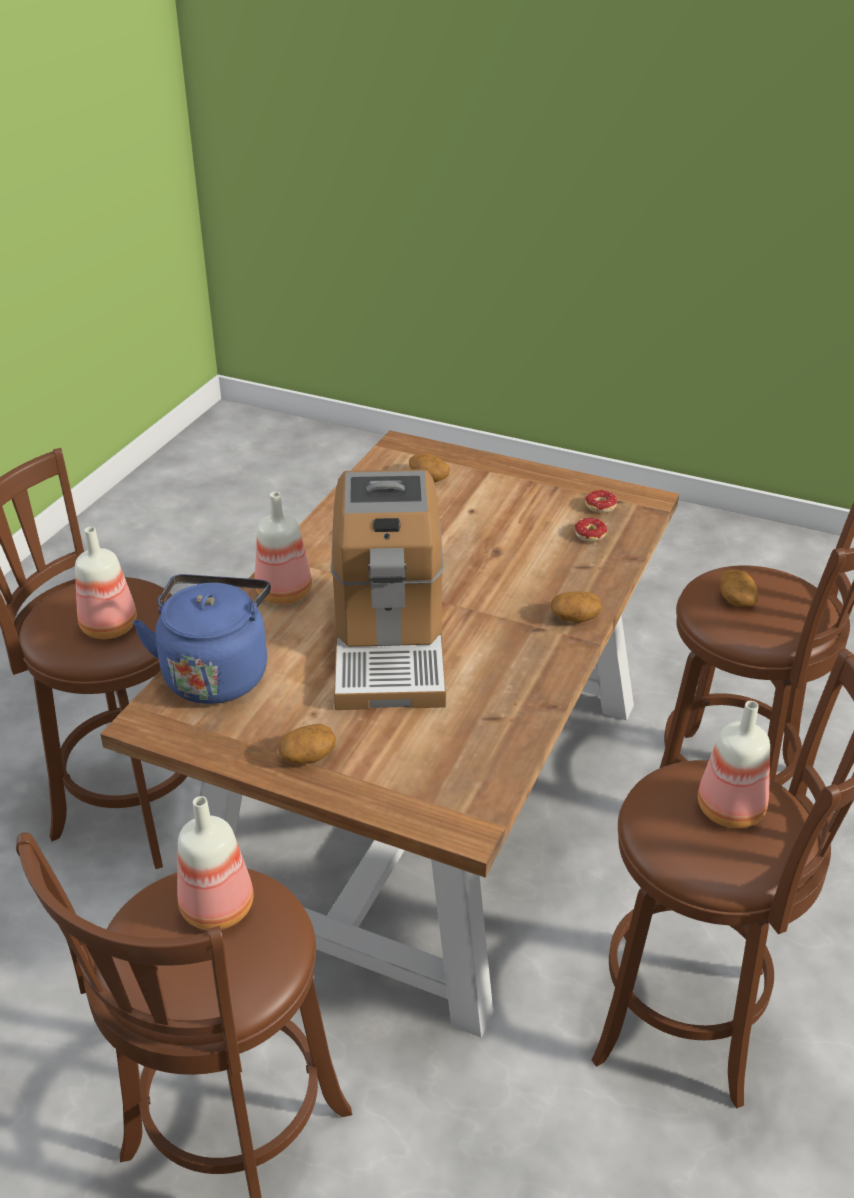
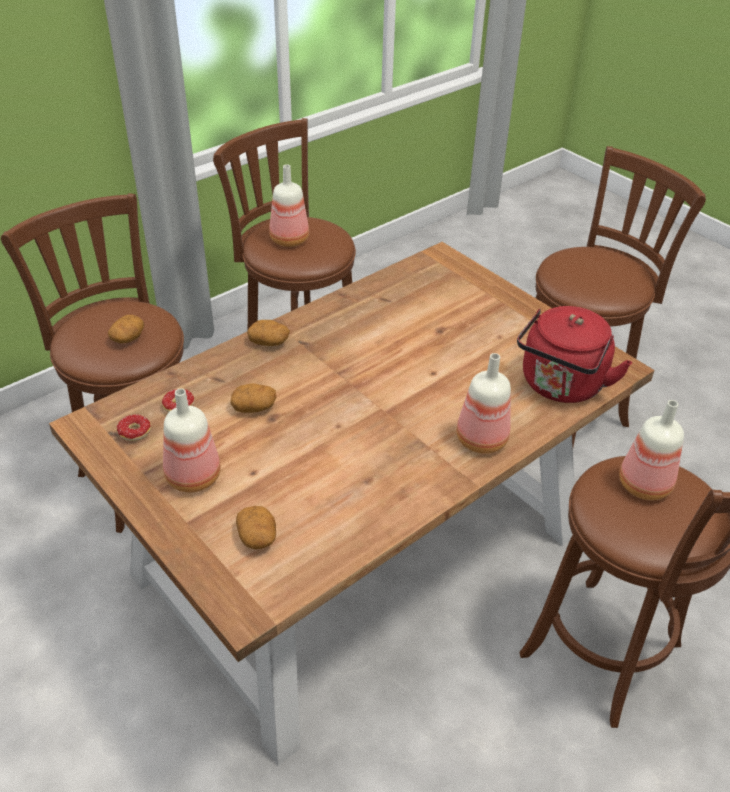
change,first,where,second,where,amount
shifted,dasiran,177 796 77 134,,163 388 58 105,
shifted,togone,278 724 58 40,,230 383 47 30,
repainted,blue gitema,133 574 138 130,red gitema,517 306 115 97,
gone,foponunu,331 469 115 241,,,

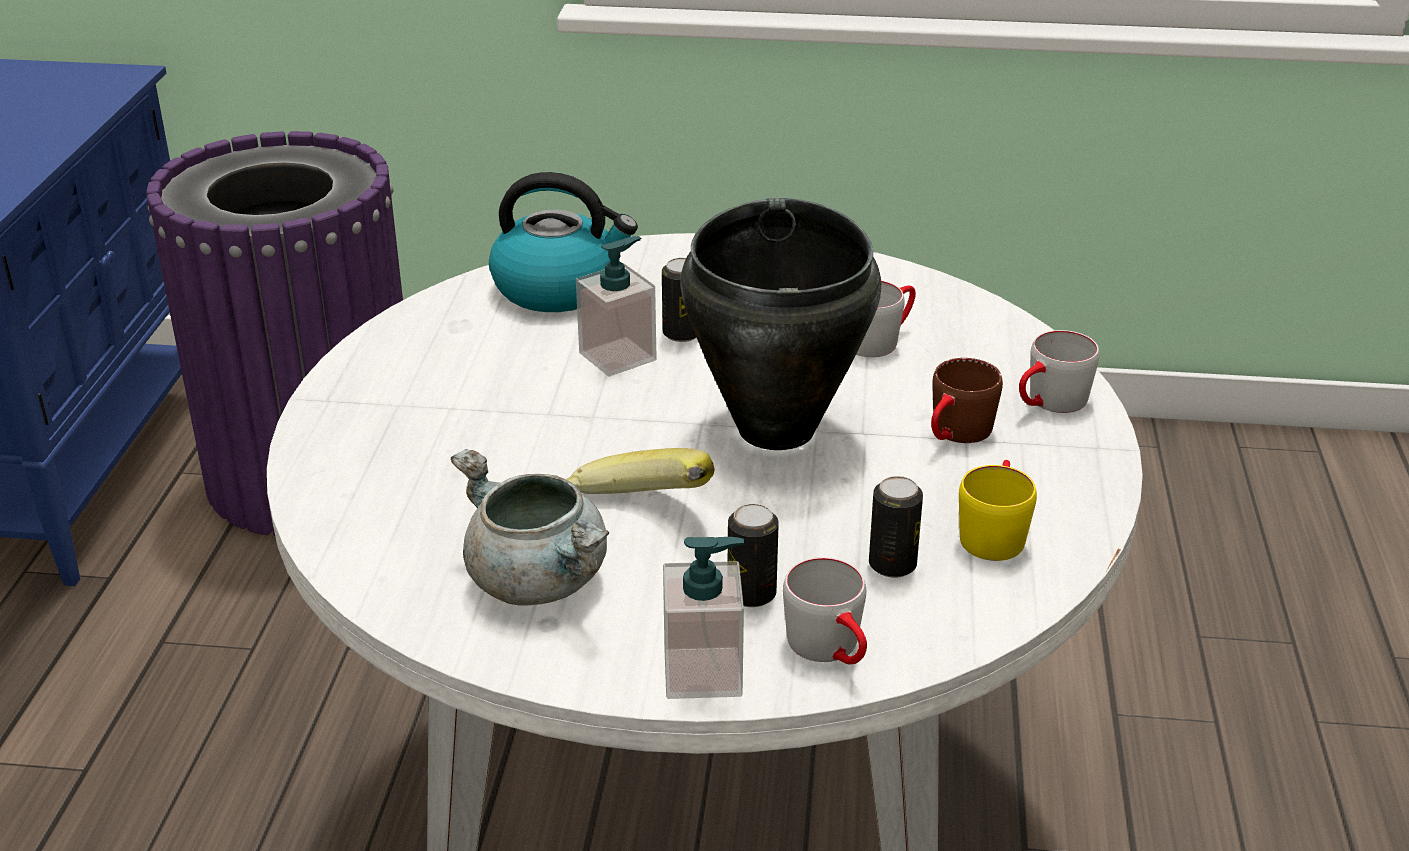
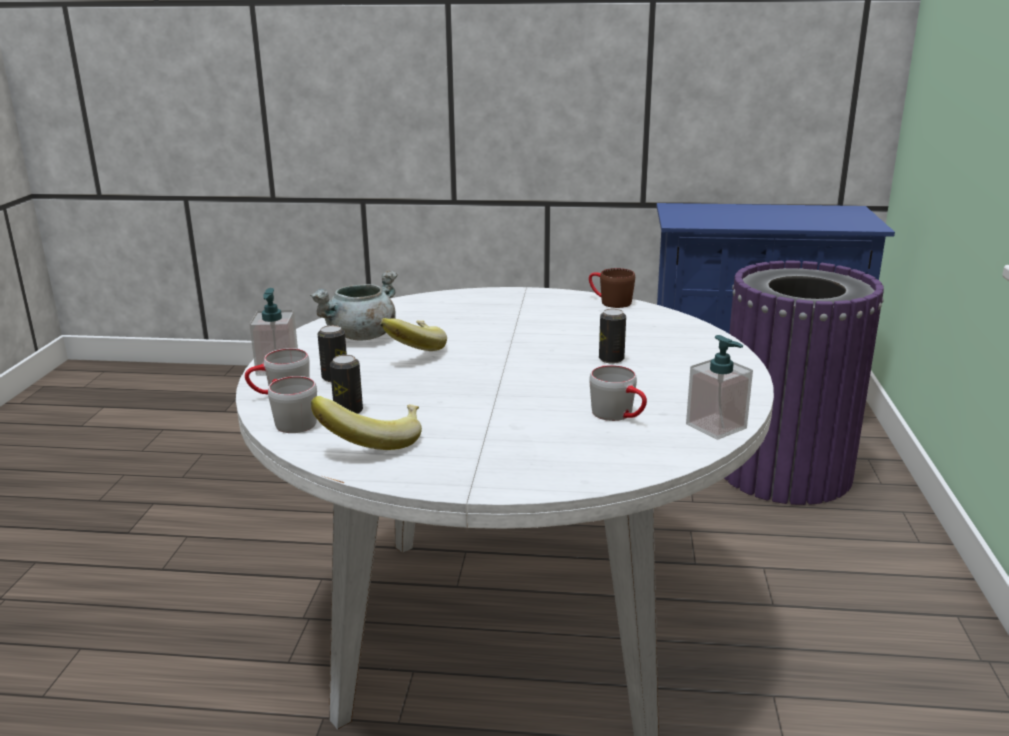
change,first,where,second,where,amount
shifted,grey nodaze,1019 330 80 83,,268 376 49 57,
swapped,yellow nodaze,959 460 78 101,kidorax,311 396 111 54,
shifted,brown nodaze,931 358 72 85,,589 268 46 40,
shifted,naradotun,576 236 81 140,,686 335 67 105,
gone,gitema,489 172 149 140,,,
gone,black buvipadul,680 198 202 252,,,

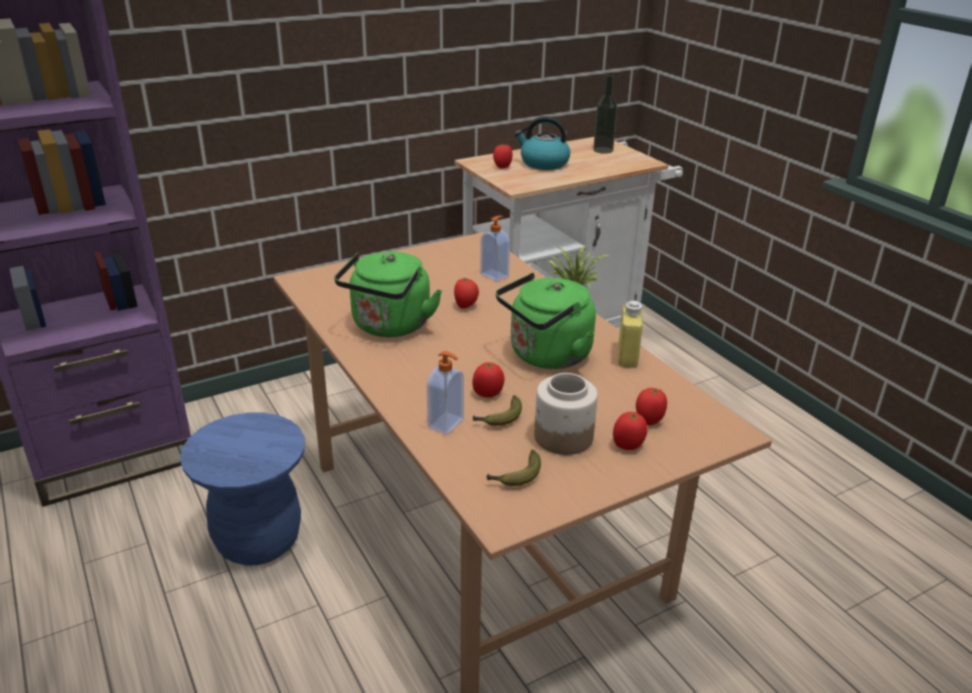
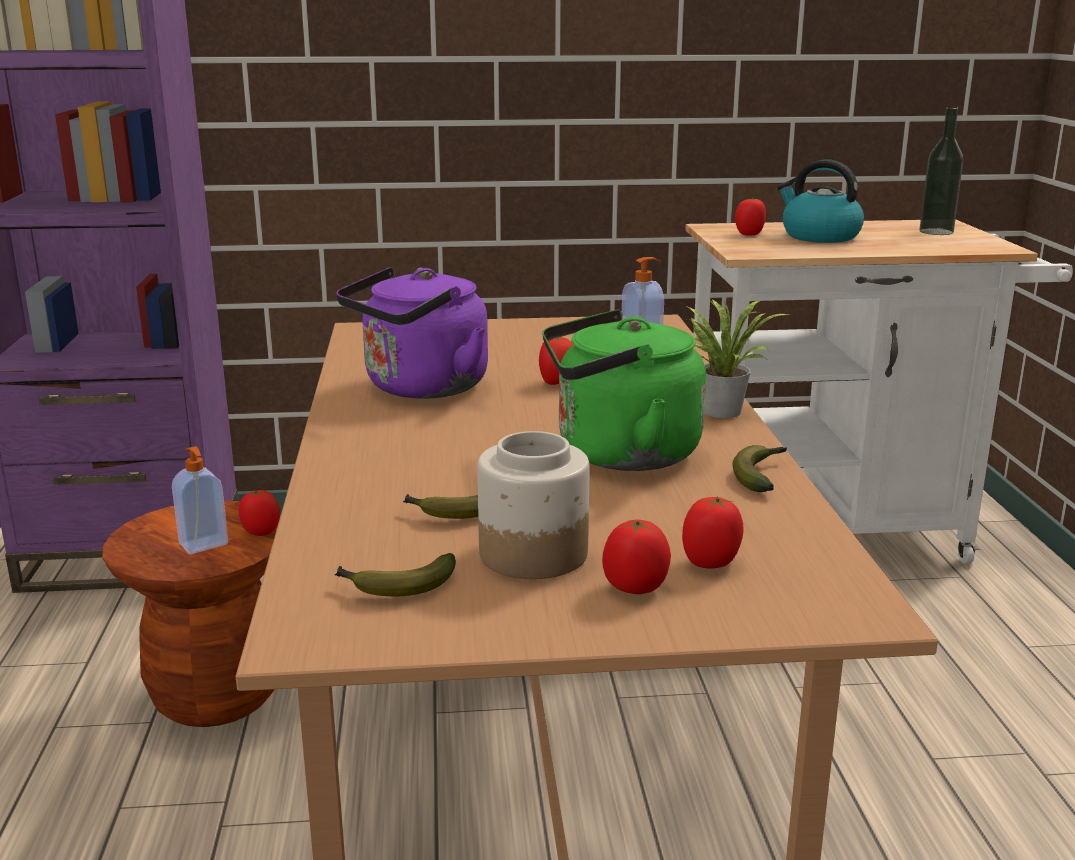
change,first,where,second,where,amount
repainted,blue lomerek,180 413 125 152,brown lomerek,102 501 179 226,
shifted,naradotun,427 351 37 84,,172 446 56 108,
shifted,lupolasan,472 362 33 36,,239 490 41 46,
repainted,green gitema,334 252 108 85,purple gitema,336 267 152 132,
swapped,yellow dasiran,618 301 25 67,kidorax,732 445 55 47,

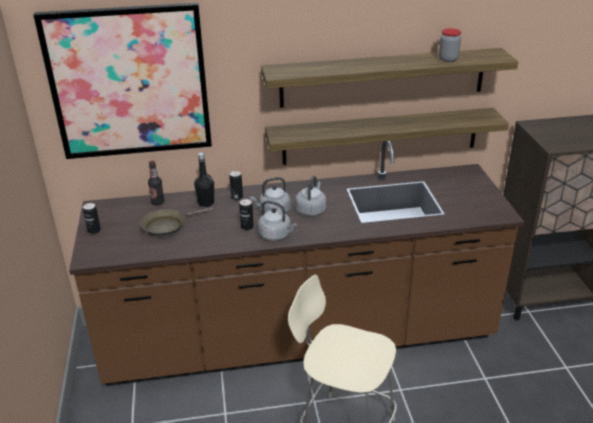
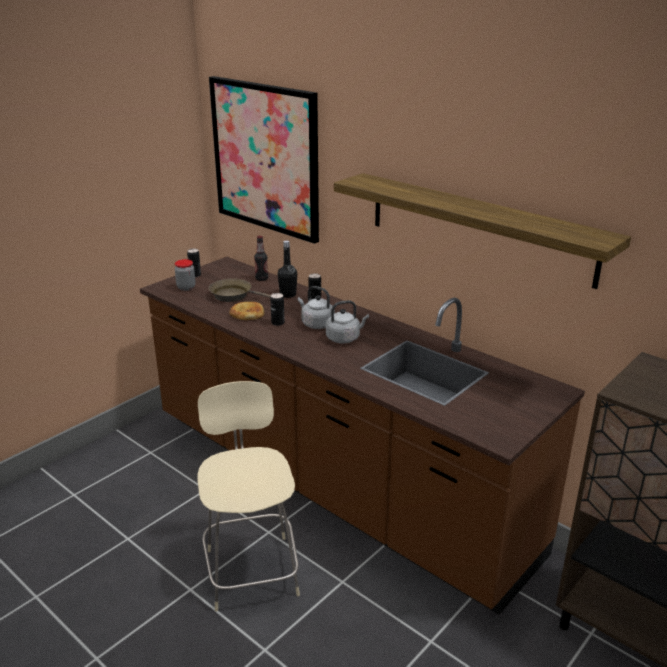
change,first,where,second,where,amount
shifted,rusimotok,439 28 22 34,,175 259 21 32,
new,,,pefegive,229 302 35 18,
gone,grey gitema,258 201 39 40,,,
gone,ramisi,265 108 244 57,,,

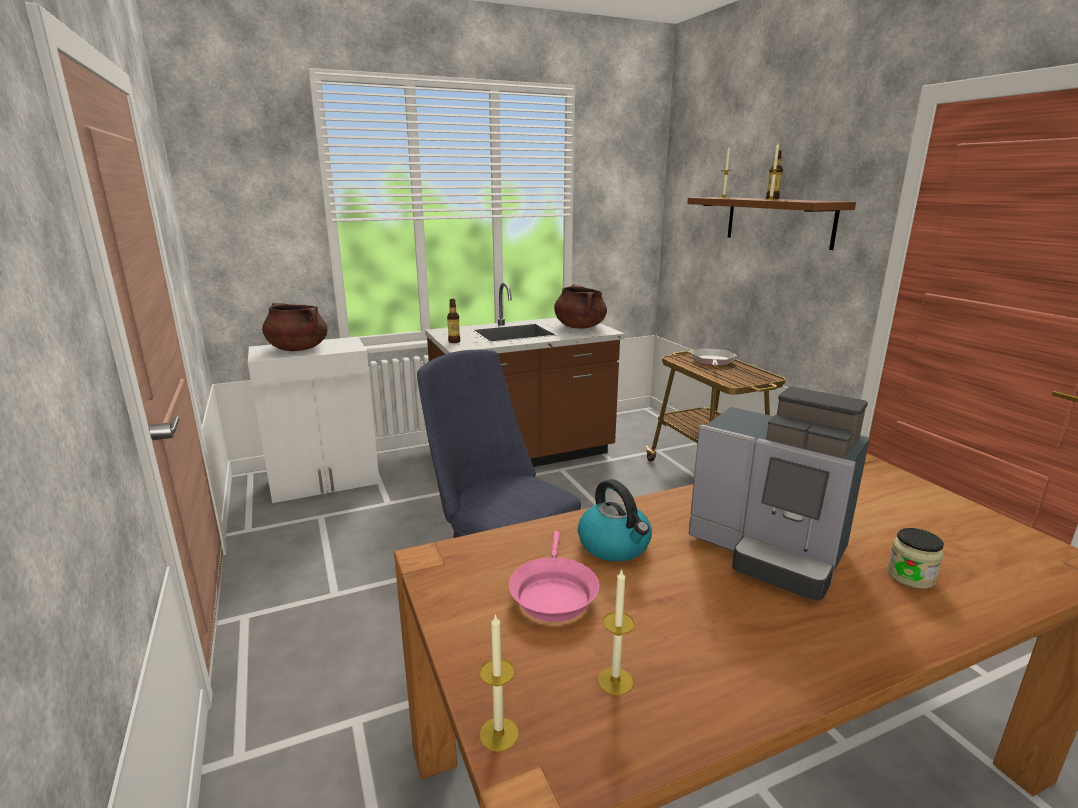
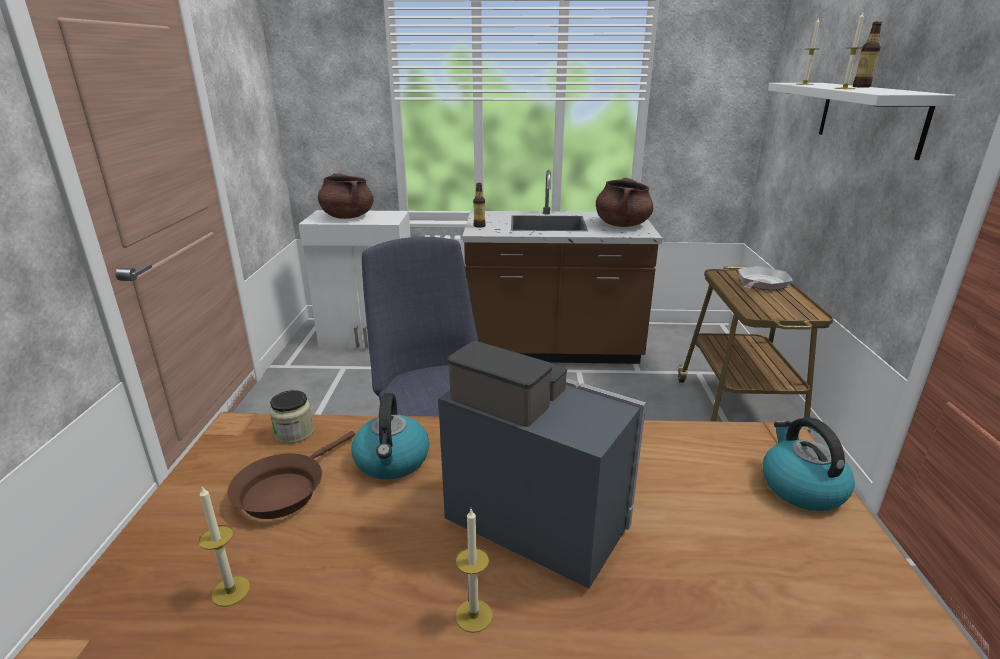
change,first,where,second,where,amount
repainted,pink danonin,509 531 90 91,brown danonin,227 431 128 88,
shifted,rusimotok,887 528 57 61,,269 390 45 54,
rotated,foponunu,689 387 181 214,,438 341 208 248,150 degrees clockwise
shifted,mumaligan,479 613 40 139,,455 509 38 124,
new,,,gitema,763 417 92 94,
repainted,brown ramisi,687 197 169 53,white ramisi,768 83 187 77,

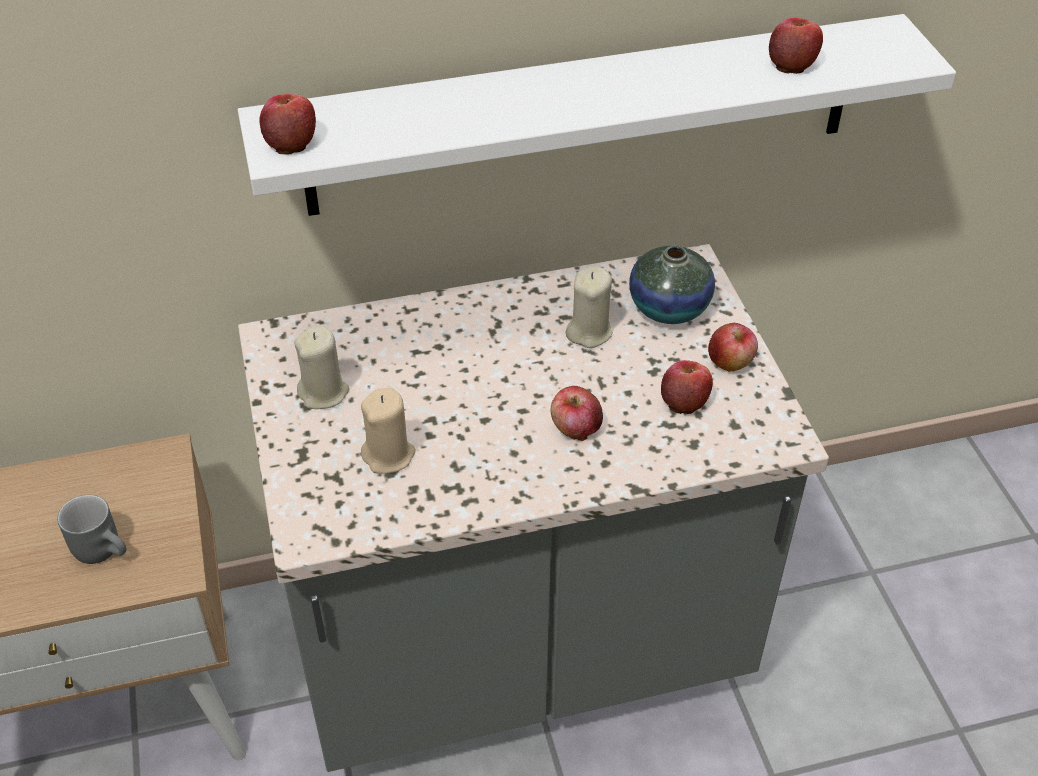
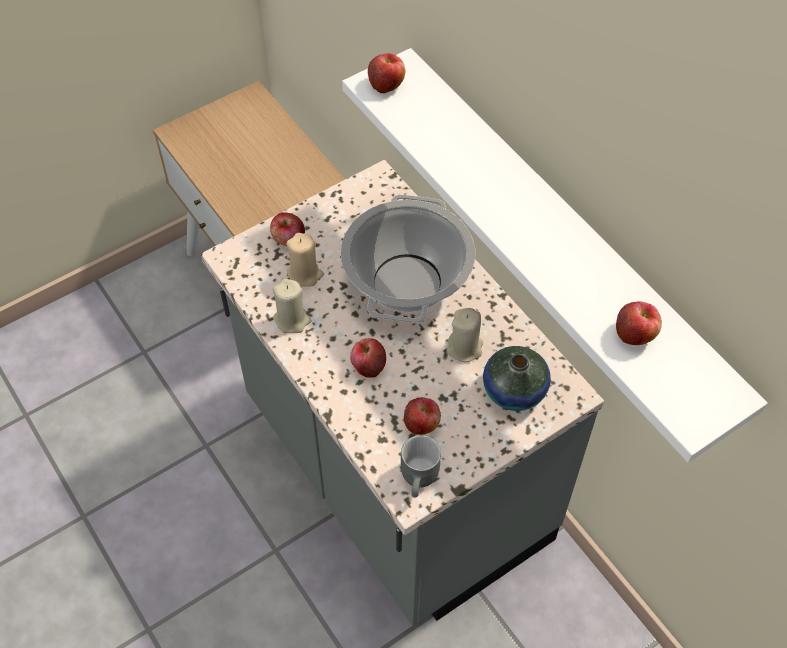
change,first,where,second,where,amount
shifted,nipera,708 323 50 48,,270 213 35 33,
shifted,beige mumaligan,294 326 56 83,,273 279 38 54,
new,,,buvipadul,341 195 134 128,
shifted,grey nodaze,57 495 70 69,,401 435 40 63,

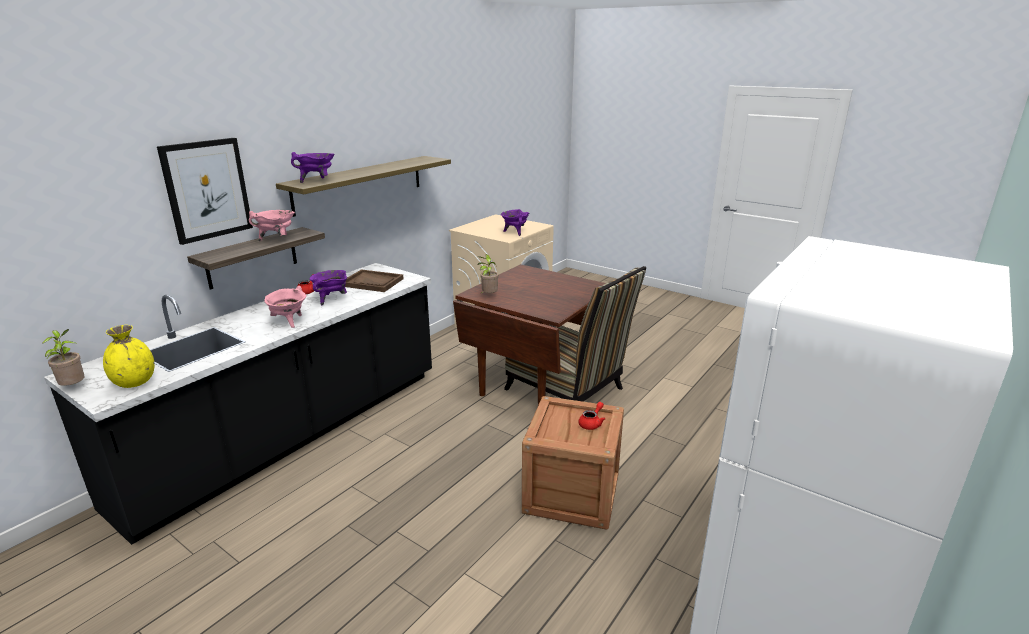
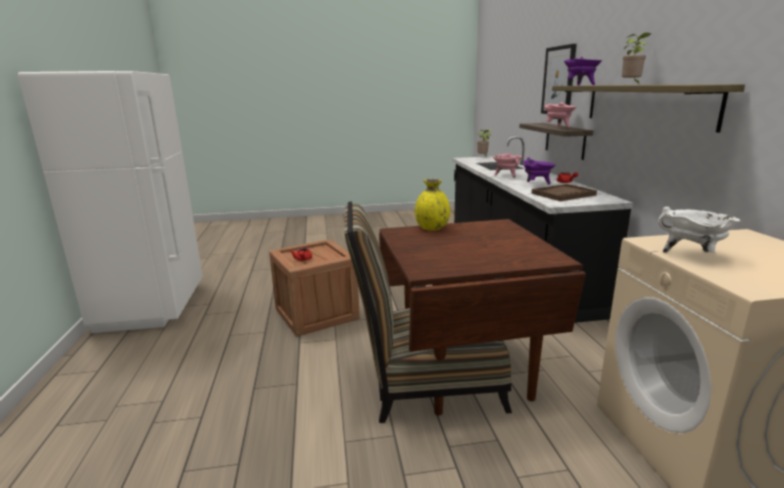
change,first,where,second,where,amount
shifted,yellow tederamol,103 325 51 63,,415 179 35 52,
shifted,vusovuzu,477 254 22 41,,622 33 29 50,
repainted,purple buvipadul,501 209 29 27,white buvipadul,658 207 83 46,

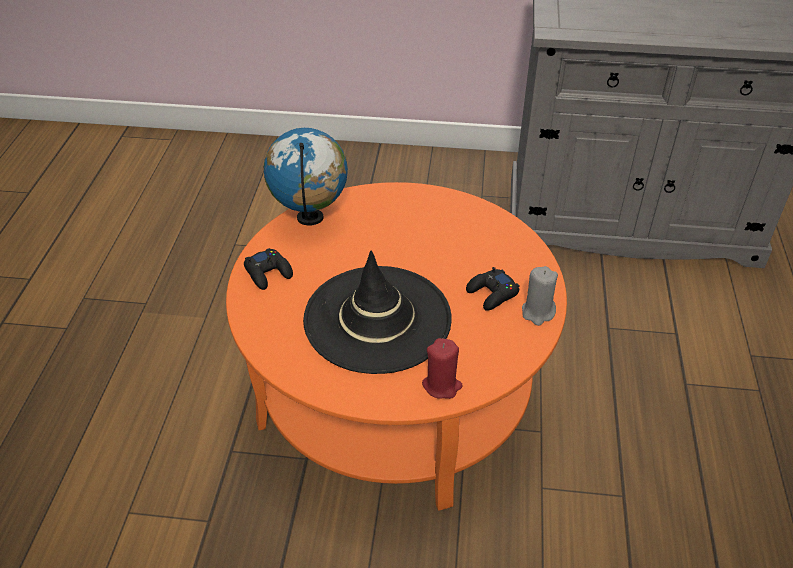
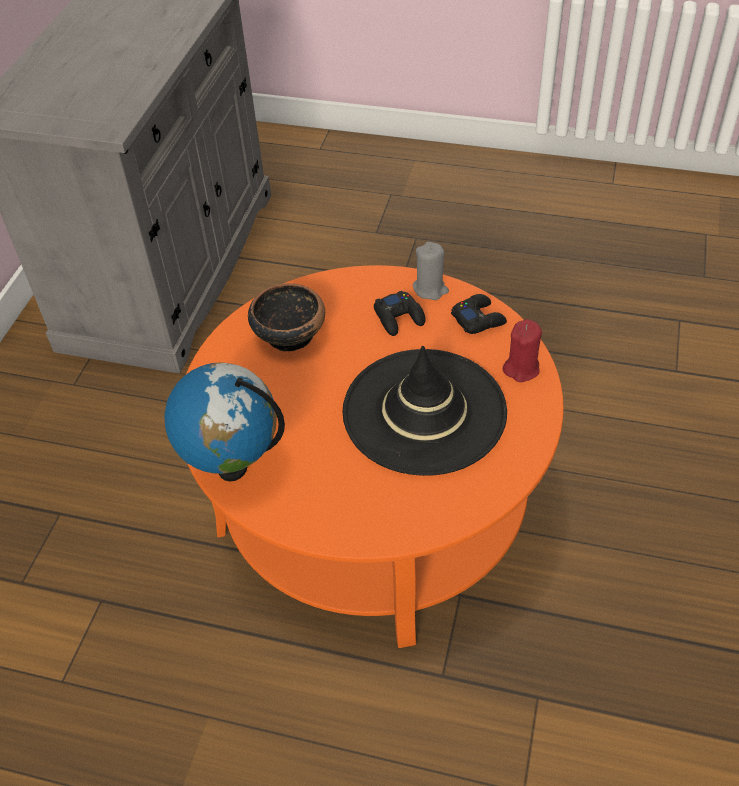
change,first,where,second,where,amount
new,,,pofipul,248 283 77 69,
shifted,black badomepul,244 248 49 42,,451 294 56 40,

